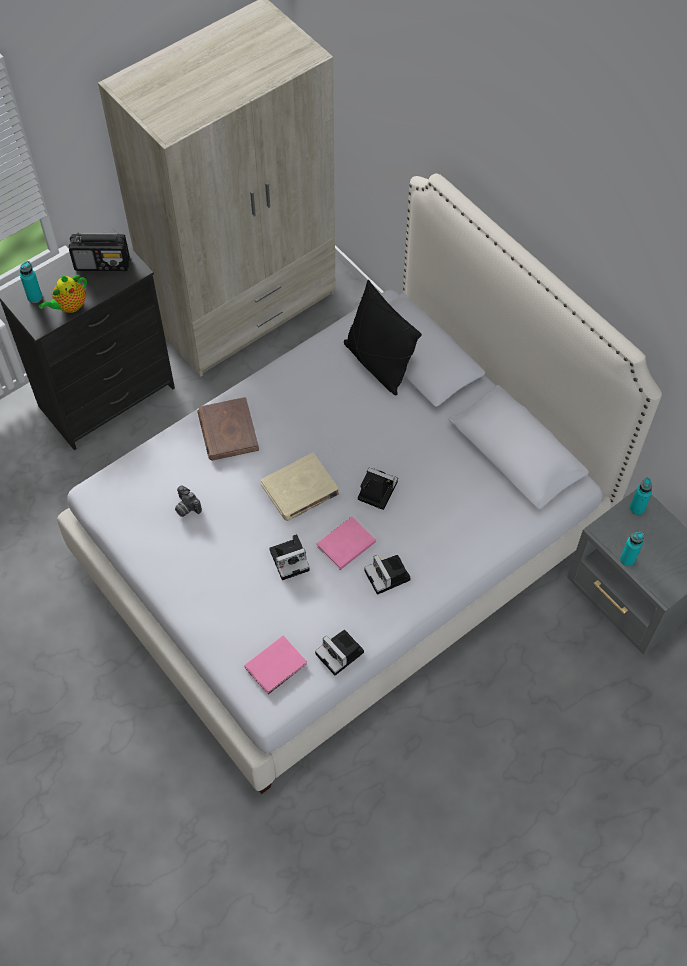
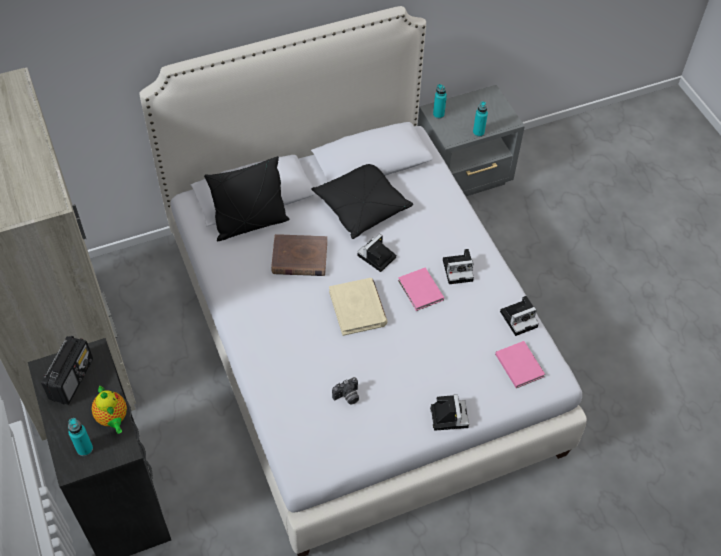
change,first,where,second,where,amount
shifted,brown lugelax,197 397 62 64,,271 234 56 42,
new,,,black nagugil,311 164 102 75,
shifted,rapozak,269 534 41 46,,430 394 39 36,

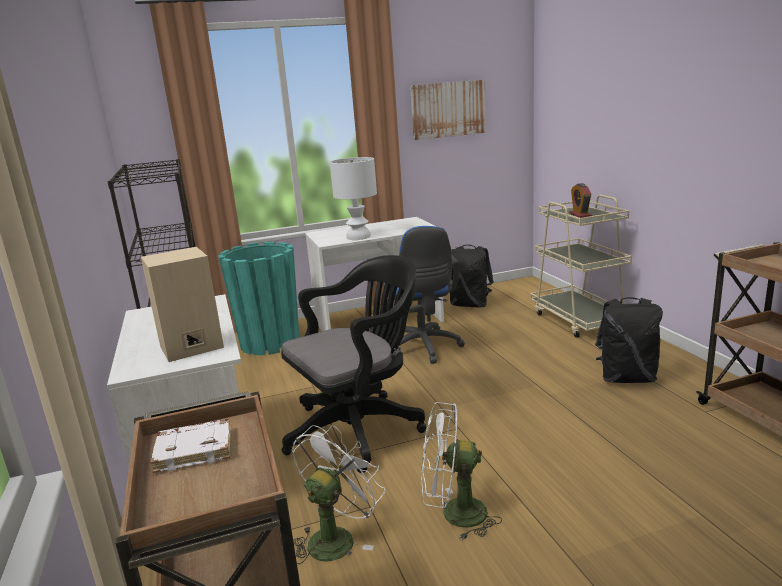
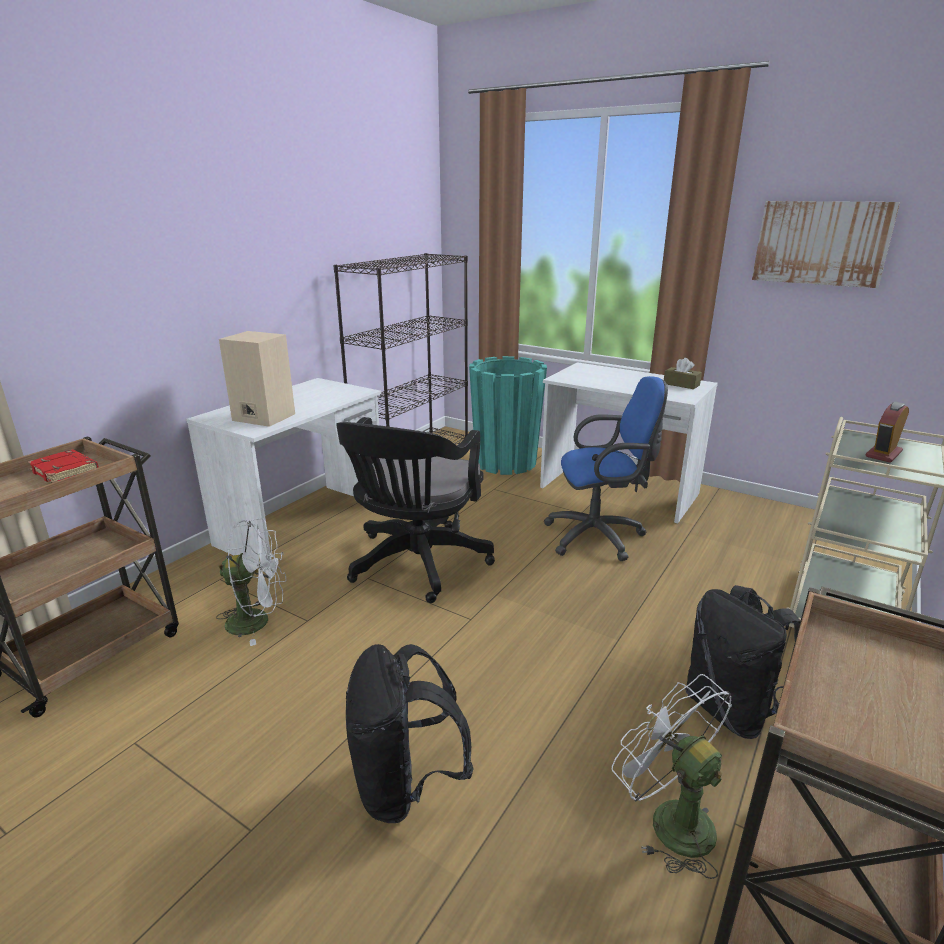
change,first,where,second,where,amount
repainted,white lugelax,150 419 80 54,red lugelax,27 450 72 33,
rotated,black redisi,281 255 145 218,,336 417 159 186,90 degrees clockwise
shifted,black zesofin,450 245 44 62,,346 644 128 179,
rotated,blue redisi,383 226 82 138,,544 376 124 185,135 degrees counterclockwise
shifted,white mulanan,421 402 81 138,,612 674 120 205,
new,,,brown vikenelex,664 358 38 31,
gone,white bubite,330 157 47 83,,,

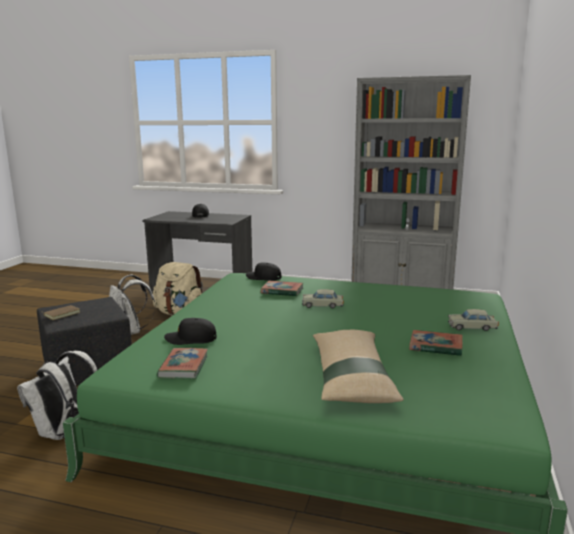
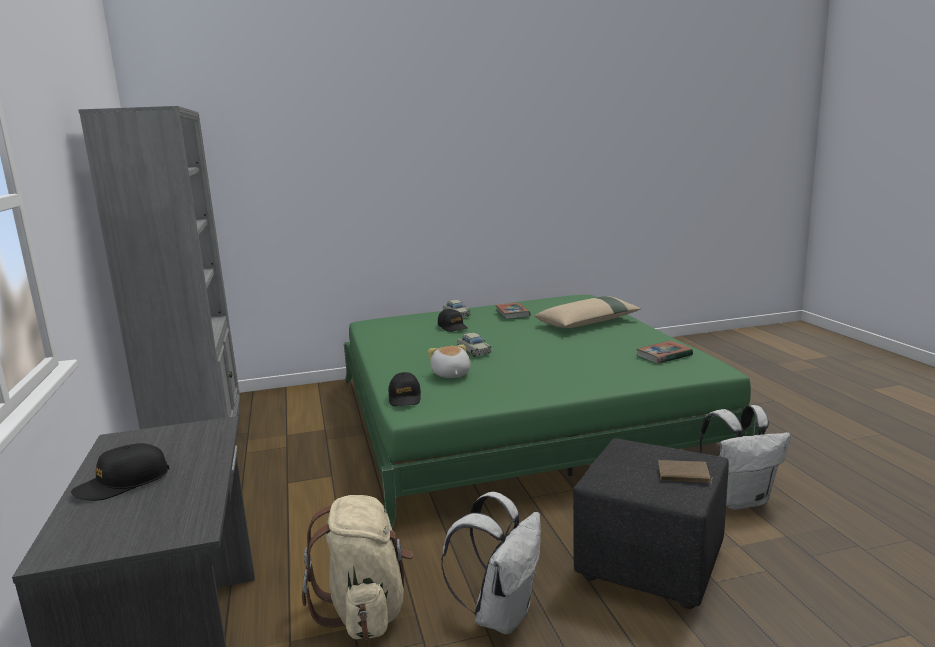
change,first,where,second,where,amount
swapped,lugelax,261 281 42 16,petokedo,428 344 43 34,
shifted,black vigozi,164 318 53 27,,438 309 30 23,

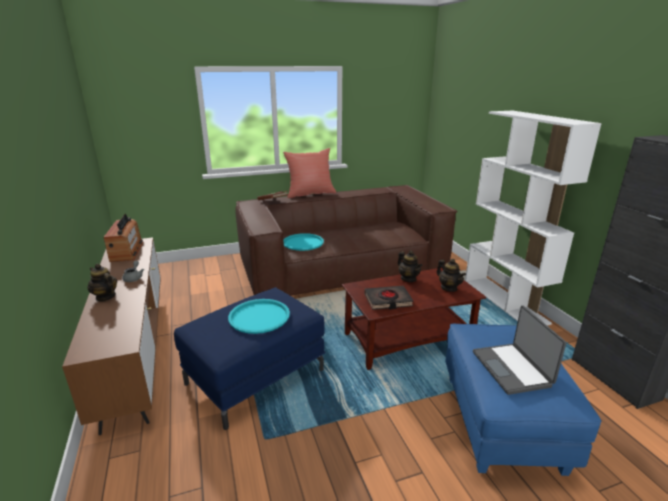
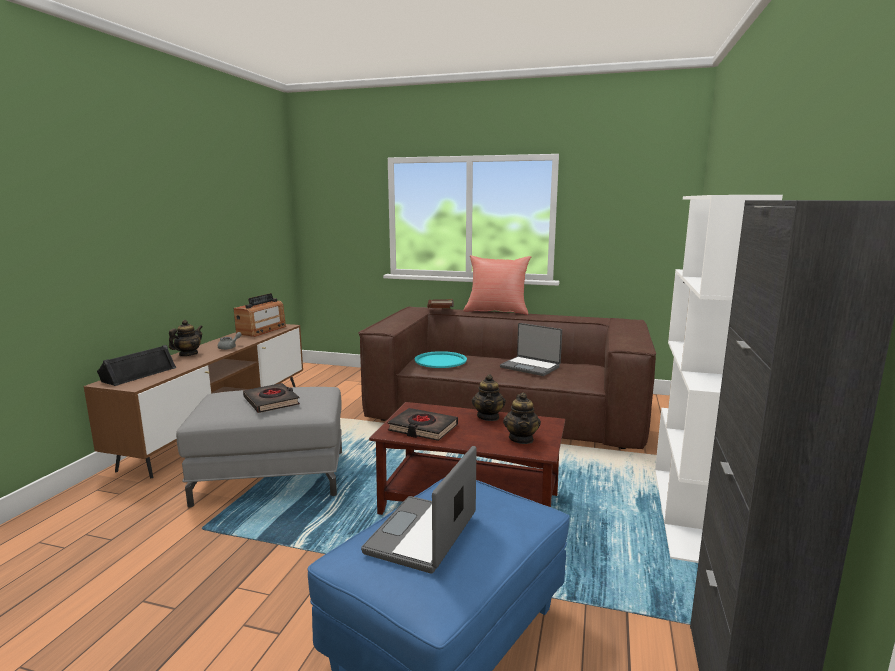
change,first,where,second,where,amount
new,,,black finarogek,97 345 79 41,
rotated,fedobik,87 264 30 38,,169 320 34 36,45 degrees clockwise
repainted,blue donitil,174 287 151 143,grey donitil,176 387 166 121,
swapped,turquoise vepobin,228 299 62 35,black lugelax,243 383 57 30,
new,,,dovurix,500 323 62 53,

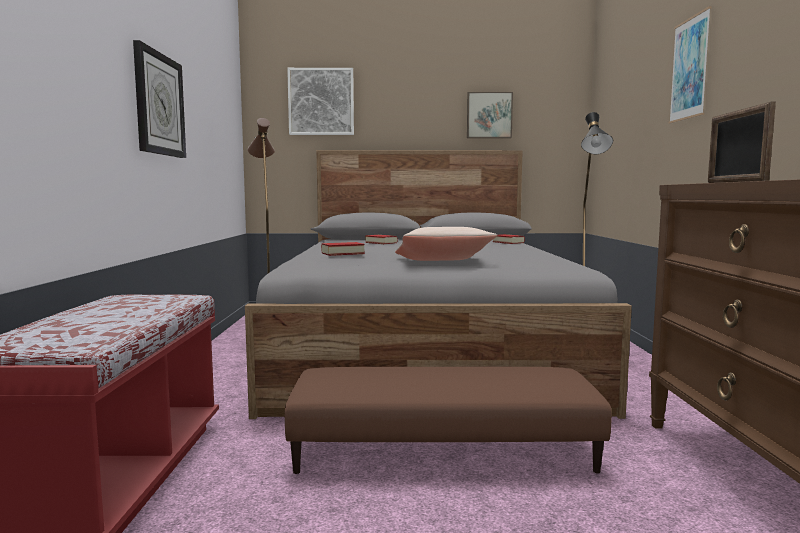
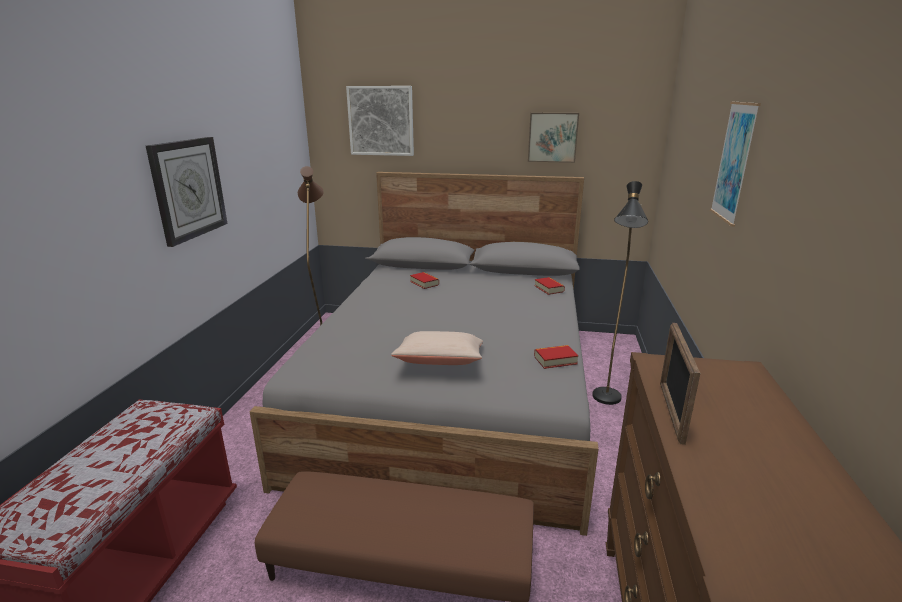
change,first,where,second,where,amount
shifted,lugelax,321 242 44 14,,534 345 45 24,

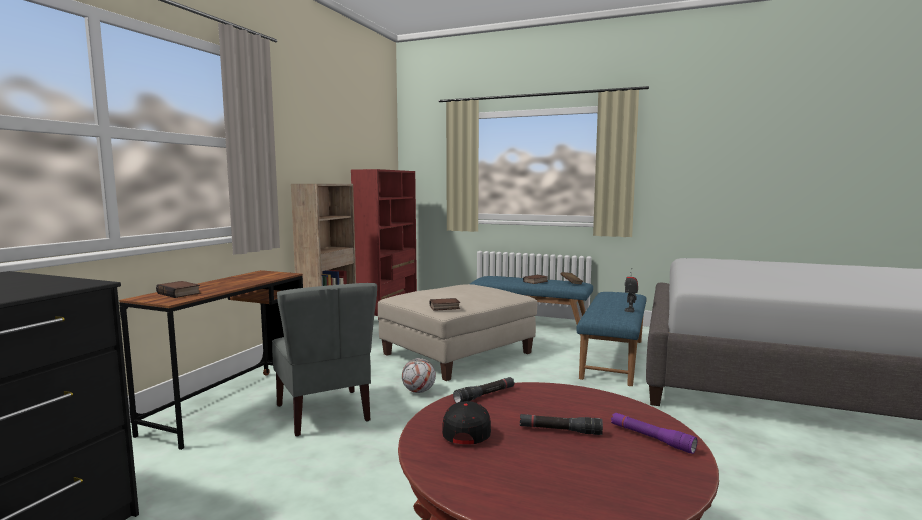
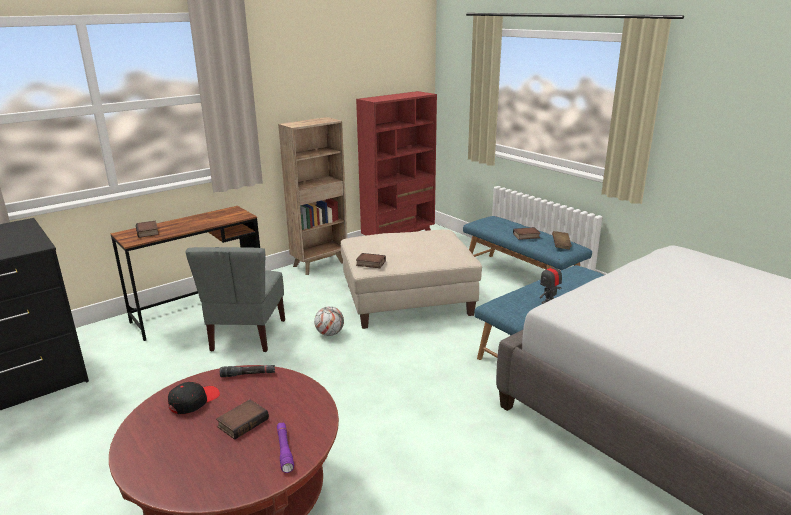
change,first,where,second,where,amount
swapped,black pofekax,520 414 83 21,lugelax,216 399 53 41,

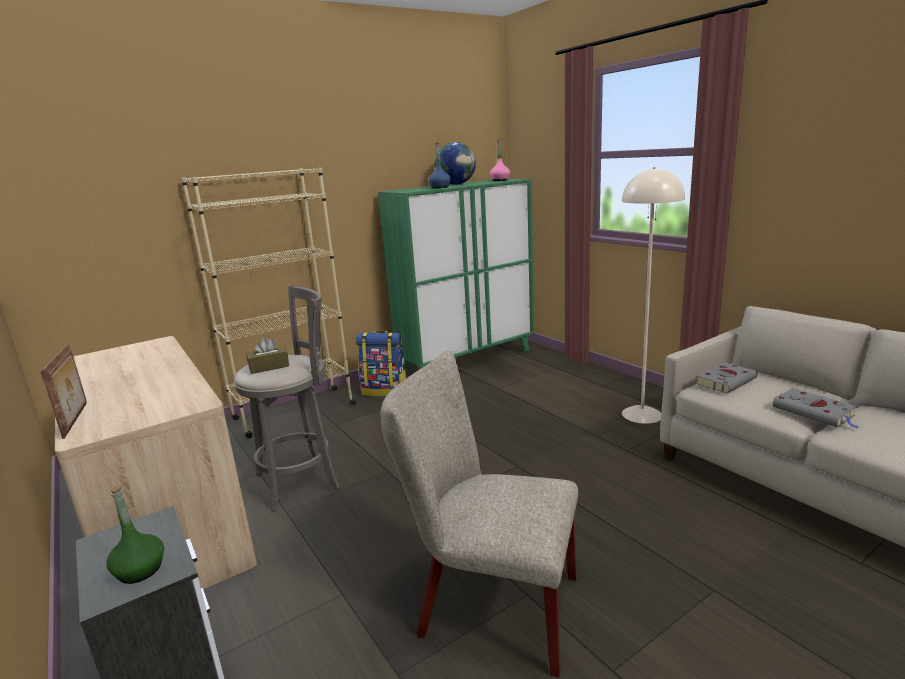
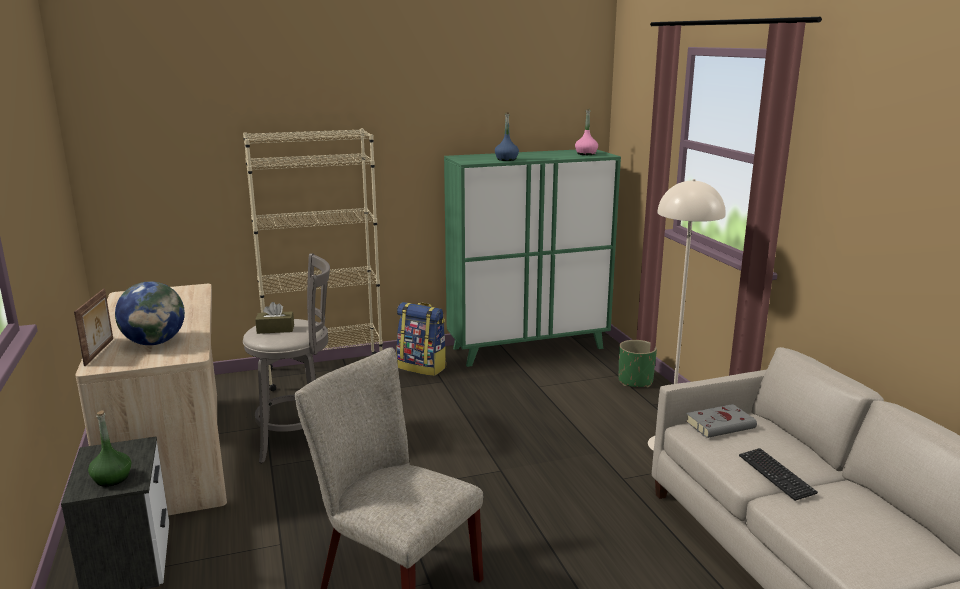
change,first,where,second,where,amount
shifted,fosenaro,435 142 41 43,,115 281 70 64,
new,,,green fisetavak,618 340 39 48,
swapped,grey lugelax,773 388 86 40,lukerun,739 448 79 53,

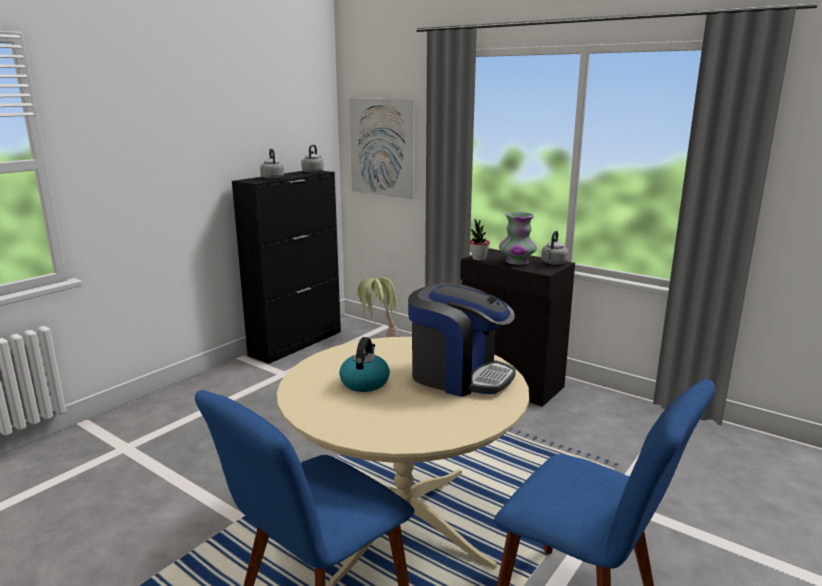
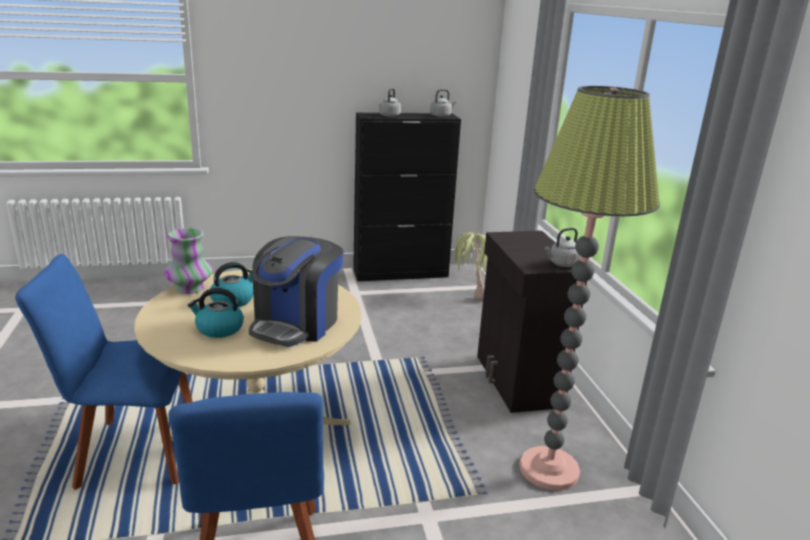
change,first,where,second,where,amount
shifted,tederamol,499 212 38 53,,164 228 49 66,
new,,,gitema,188 288 56 50,
rotated,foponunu,408 283 108 114,,249 236 95 111,45 degrees clockwise
new,,,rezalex,519 86 141 405,
gone,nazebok,349 98 66 101,,,
gone,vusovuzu,469 219 21 42,,,

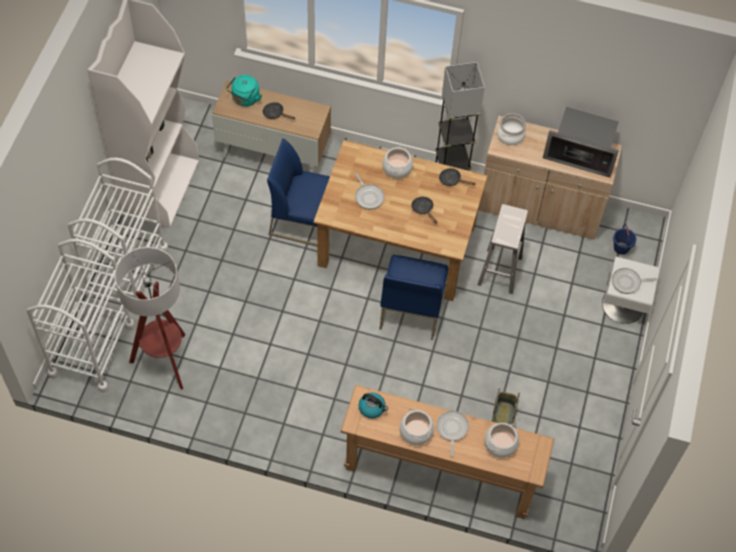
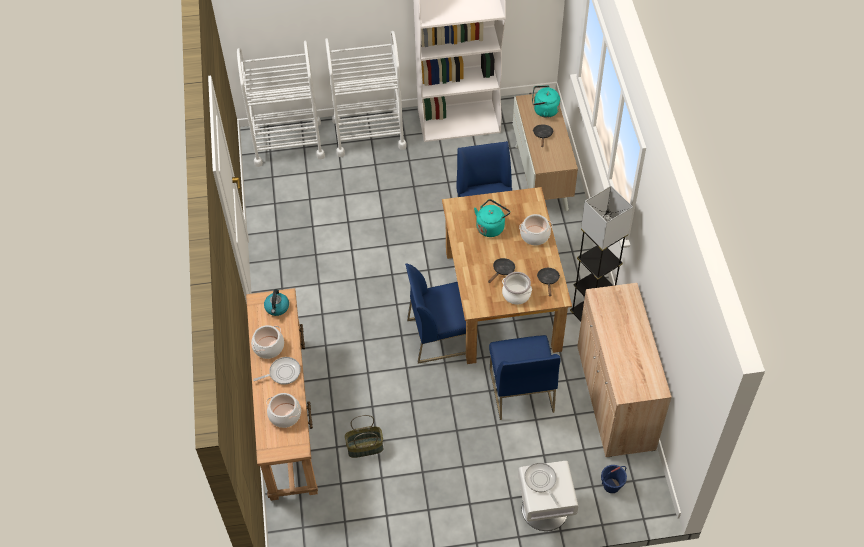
change,first,where,second,where,amount
swapped,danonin,355 173 29 37,turquoise gitema,474 199 36 38,
swapped,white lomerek,477 204 51 90,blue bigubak,489 335 72 85,
shifted,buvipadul,497 113 29 32,,502 272 30 33,
gone,rezalex,114 247 72 143,,,
gone,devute,543 107 76 71,,,

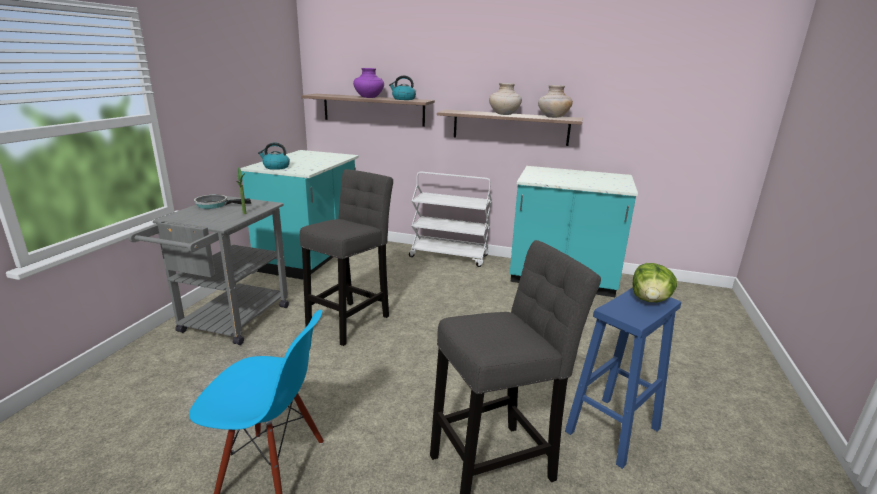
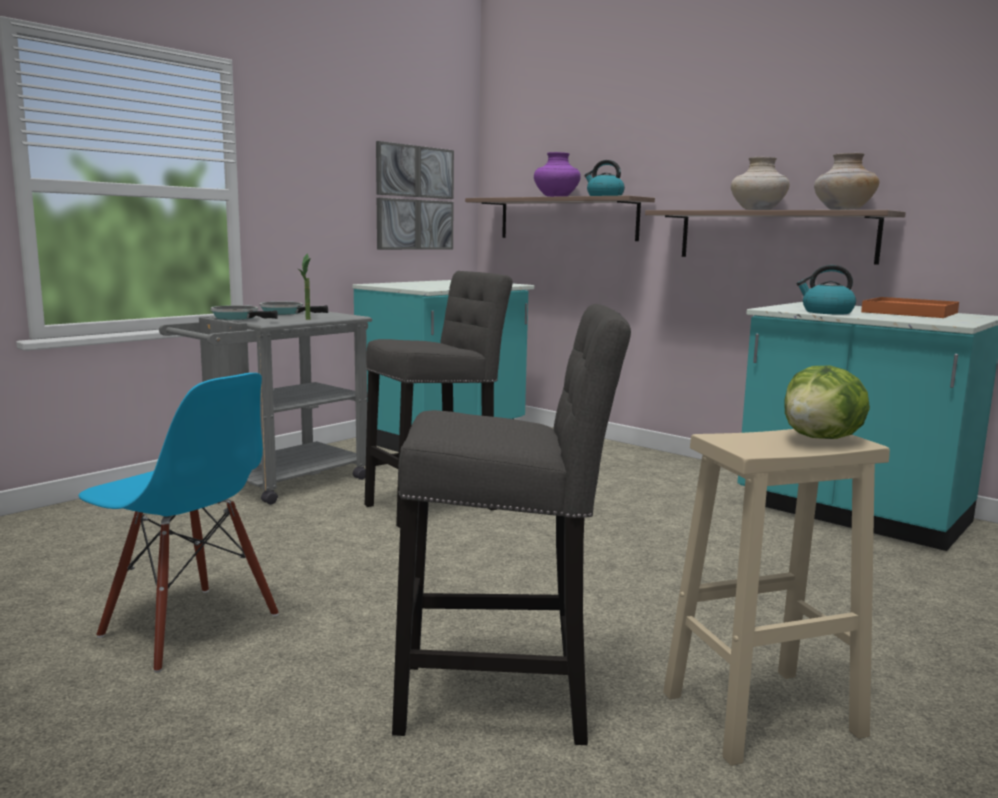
change,first,where,second,where,amount
new,,,danonin,211 305 67 15,
new,,,nazebok,376 141 78 109,
repainted,blue lomerek,565 287 116 182,beige lomerek,663 429 227 337,
shifted,gitema,258 142 32 28,,797 265 59 49,
new,,,orange vepobin,861 297 98 21,
gone,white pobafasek,409 172 83 95,,,

